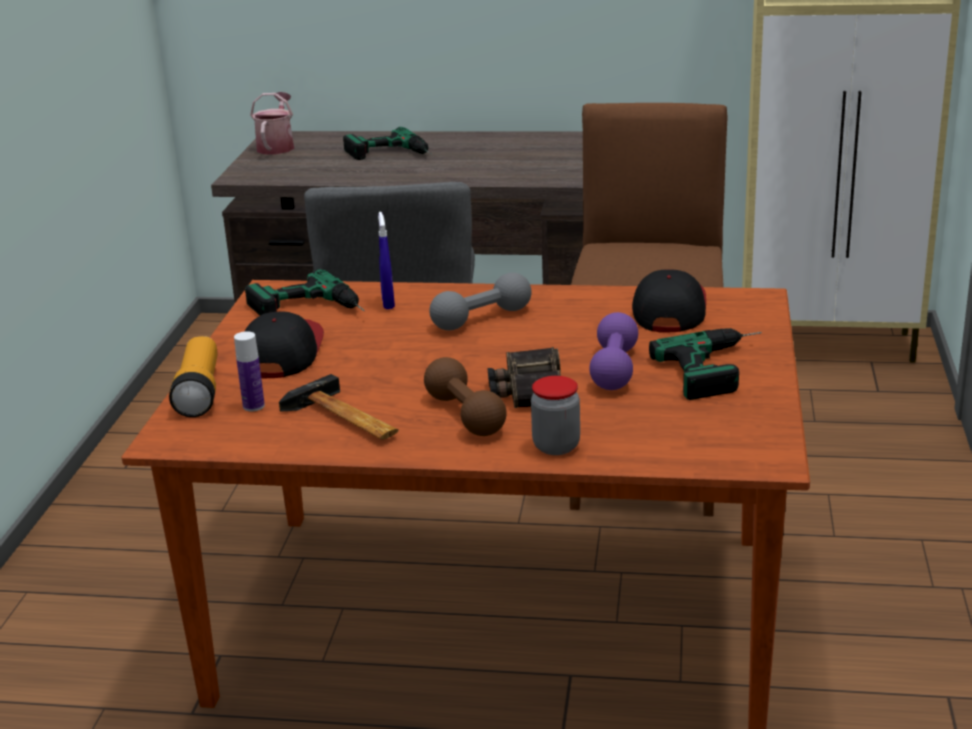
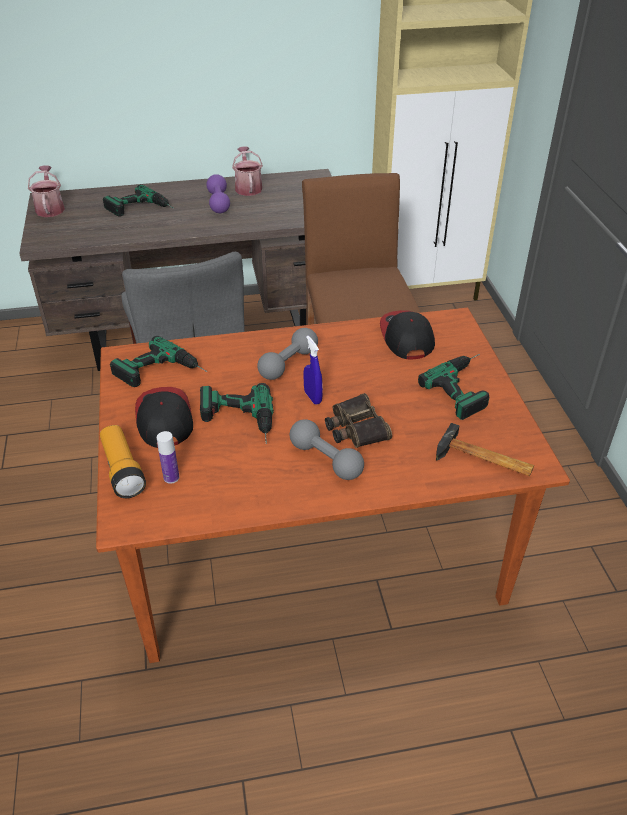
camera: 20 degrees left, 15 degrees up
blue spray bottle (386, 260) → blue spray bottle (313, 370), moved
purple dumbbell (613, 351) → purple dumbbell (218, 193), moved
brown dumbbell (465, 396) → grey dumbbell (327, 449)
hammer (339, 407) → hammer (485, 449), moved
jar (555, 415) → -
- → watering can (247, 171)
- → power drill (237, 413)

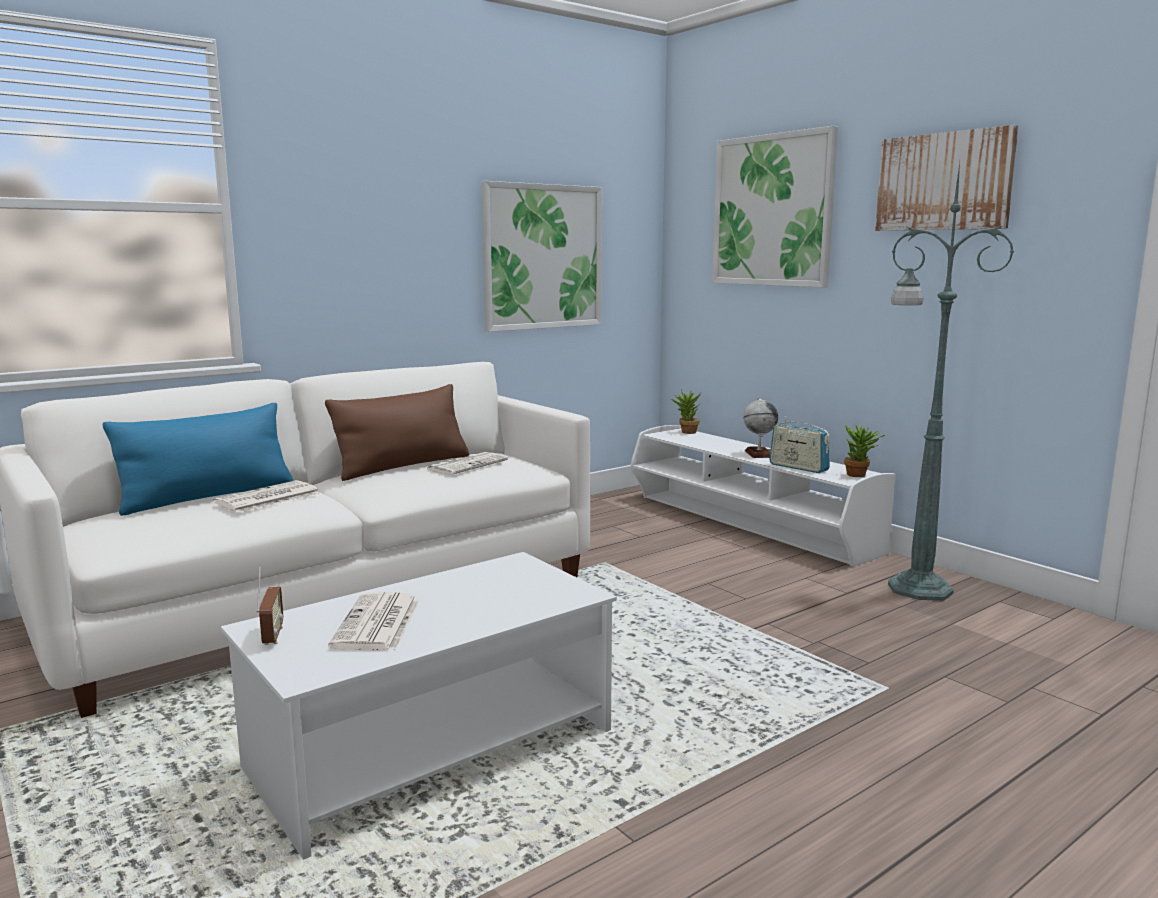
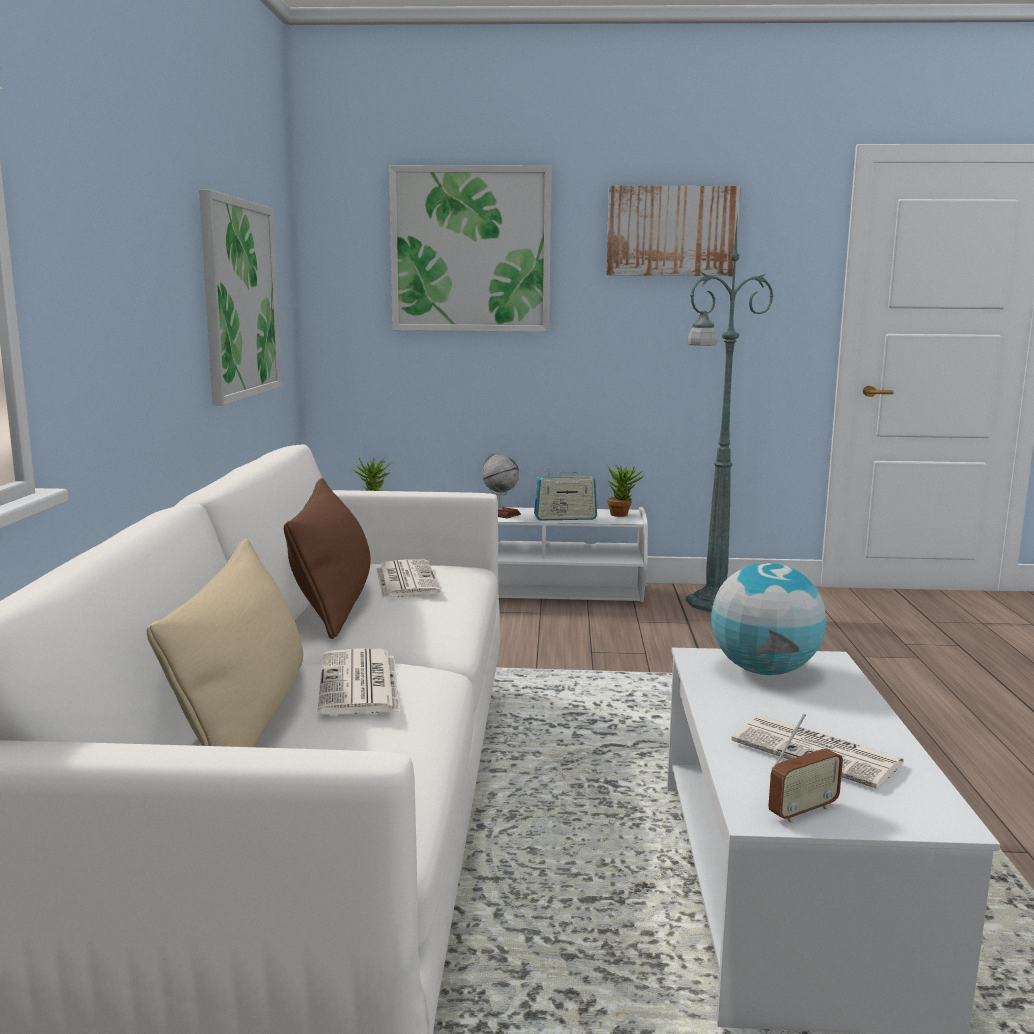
camera: 50 degrees left, 0 degrees up
blue pillow (198, 459) → beige pillow (224, 643)
radio (270, 605) → radio (805, 768), 120 degrees clockwise
- → globe (768, 619)

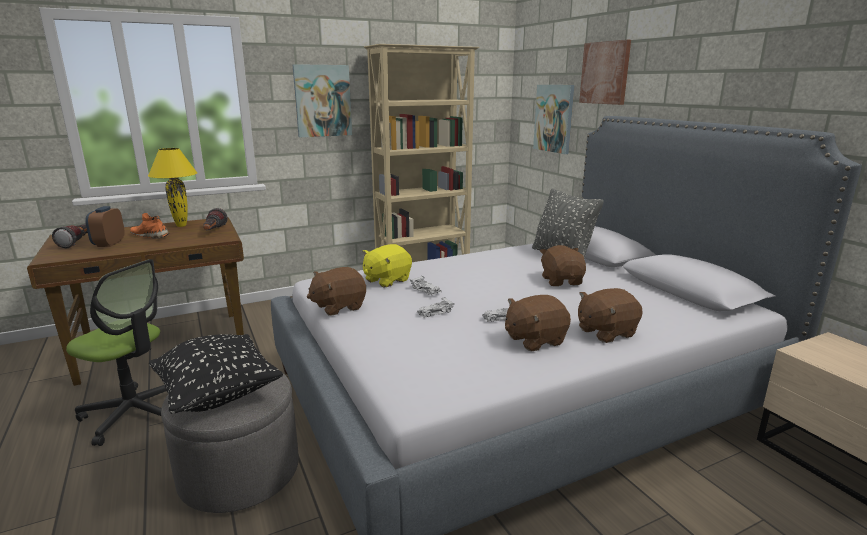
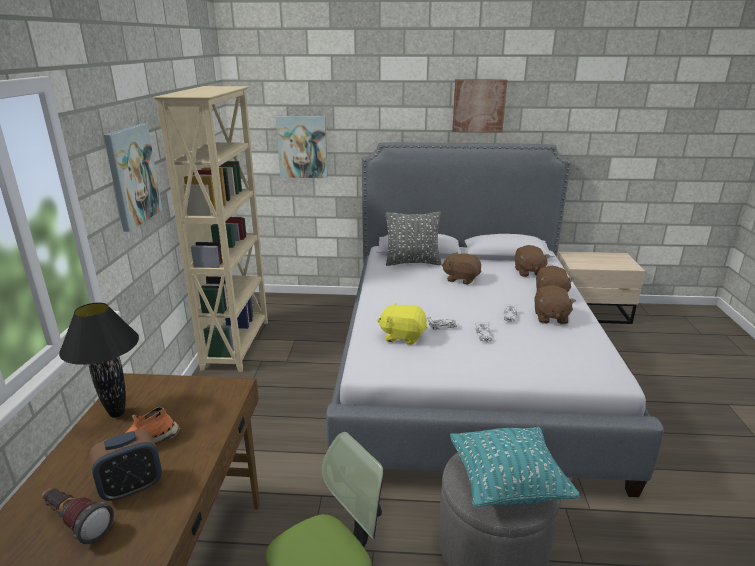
camera: 60 degrees left, 5 degrees up
picture (605, 72) → picture (479, 106), moved
yellow table lamp (172, 187) → black table lamp (99, 360)
alarm clock (105, 226) → alarm clock (125, 465), 60 degrees counterclockwise
flashlight (215, 219) → -
yellow plush toy (387, 265) → yellow plush toy (402, 323), 120 degrees clockwise
brown plush toy (336, 291) → brown plush toy (532, 261), moved
black pillow (216, 374) → turquoise pillow (514, 467)

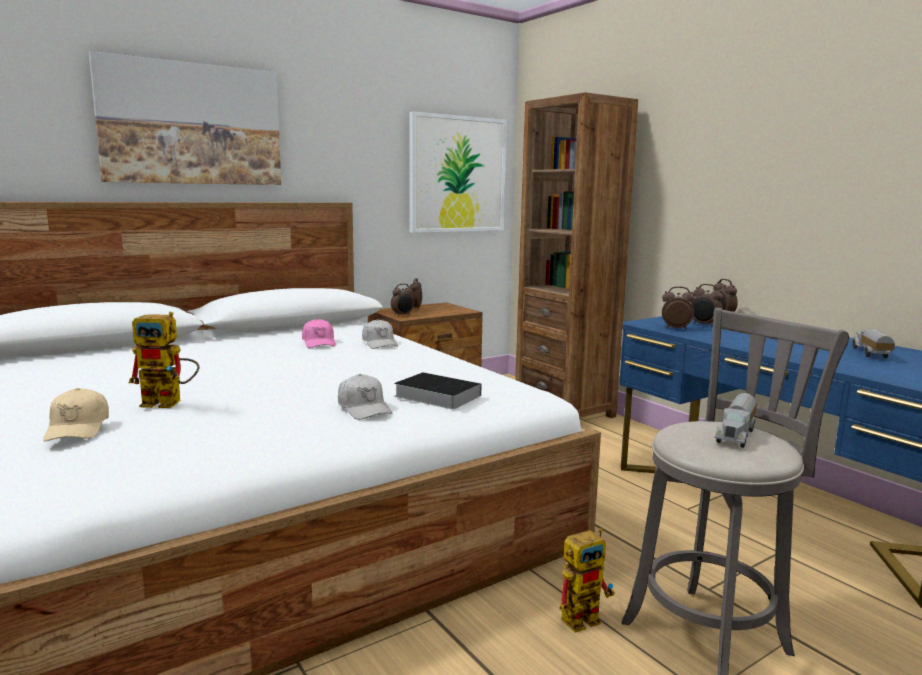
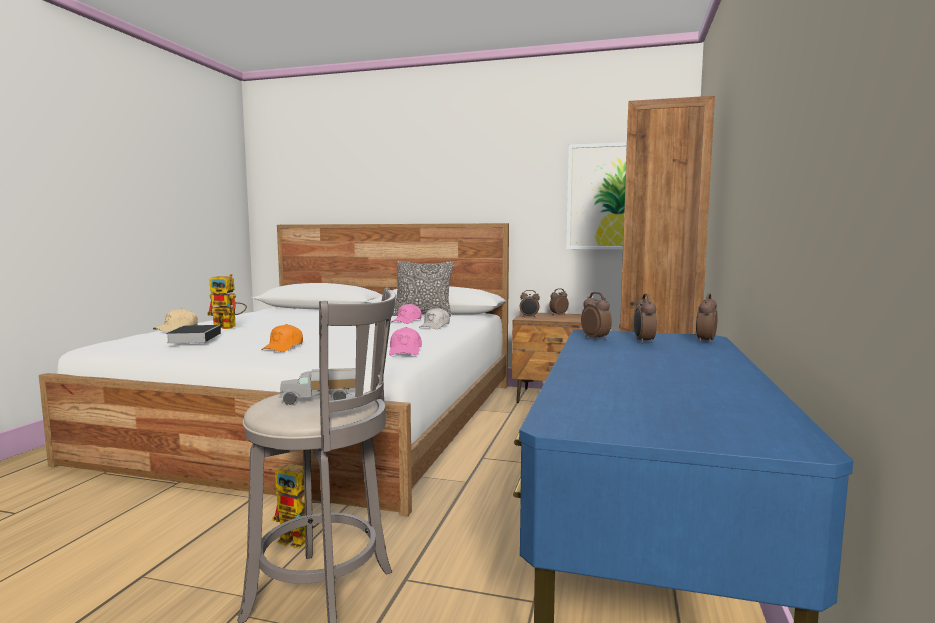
camera: 50 degrees right, 5 degrees down
picture (185, 118) → -
toy robot (164, 360) → toy robot (227, 301), 45 degrees counterclockwise
toy truck (873, 343) → -
book (437, 390) → book (193, 334), moved
white cap (365, 397) → orange cap (282, 338)
- → pillow (423, 289)
- → pink cap (405, 341)

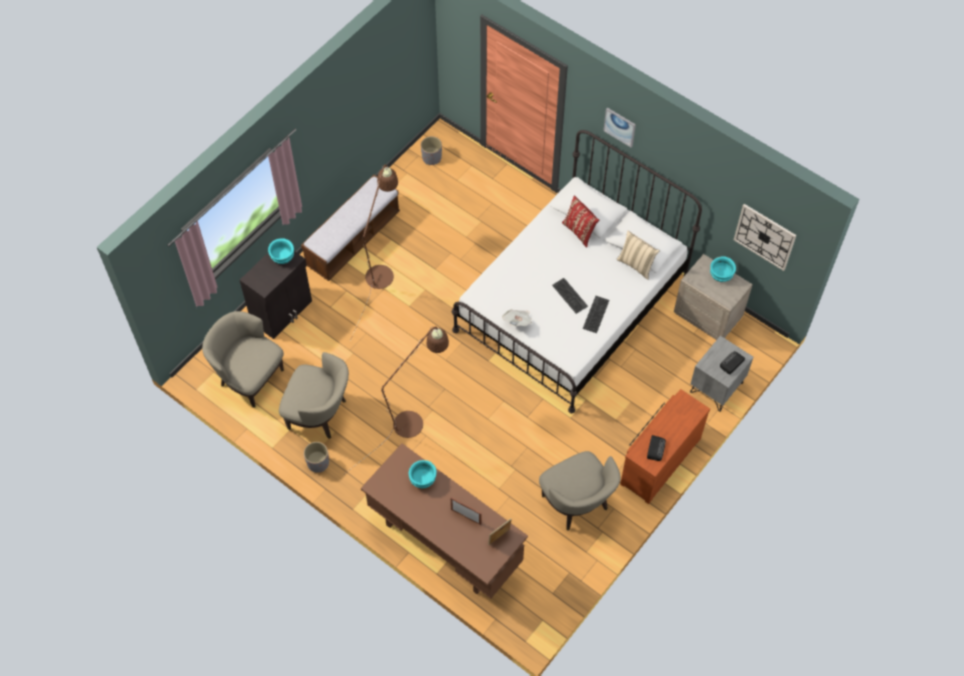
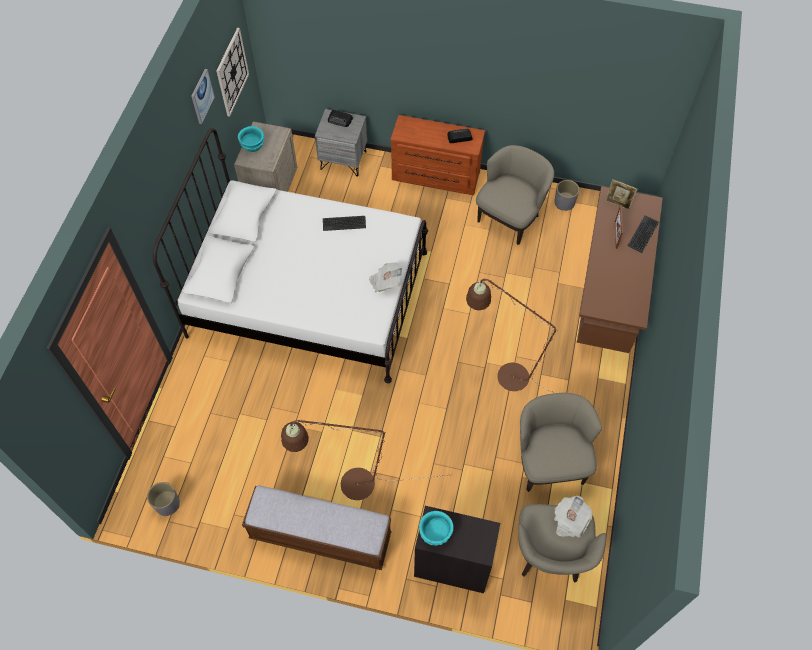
camera: 115 degrees left, 0 degrees up
picture (619, 127) → picture (203, 96), moved
red pillow (580, 221) → -
beige pillow (638, 255) → -
keyboard (570, 296) → keyboard (643, 234), moved
grey planter (316, 457) → grey planter (566, 195), moved
turquoise bowl (423, 474) → -
- → newspaper (573, 516)

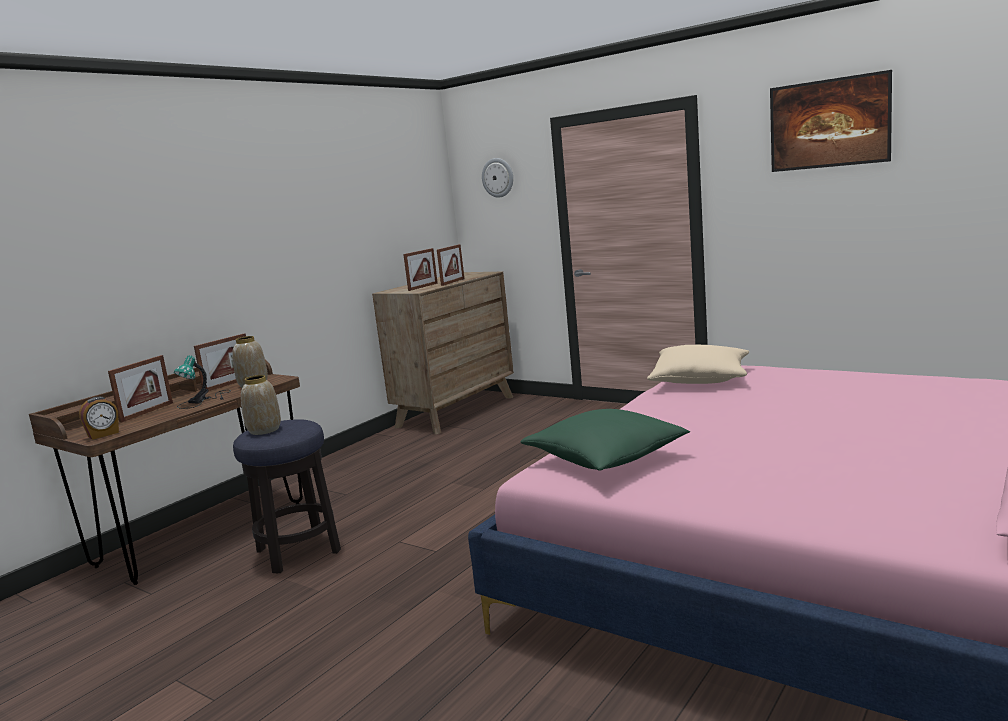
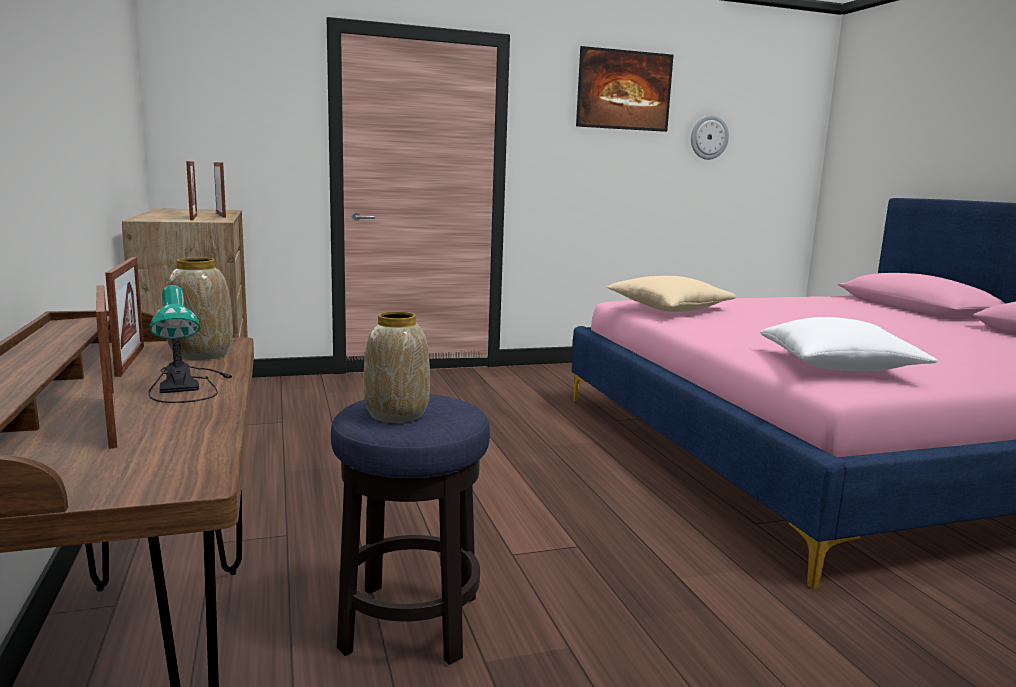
camera: 55 degrees left, 0 degrees up
wall clock (497, 178) → wall clock (710, 137), moved
alarm clock (99, 418) → -
green pillow (605, 440) → white pillow (849, 344)

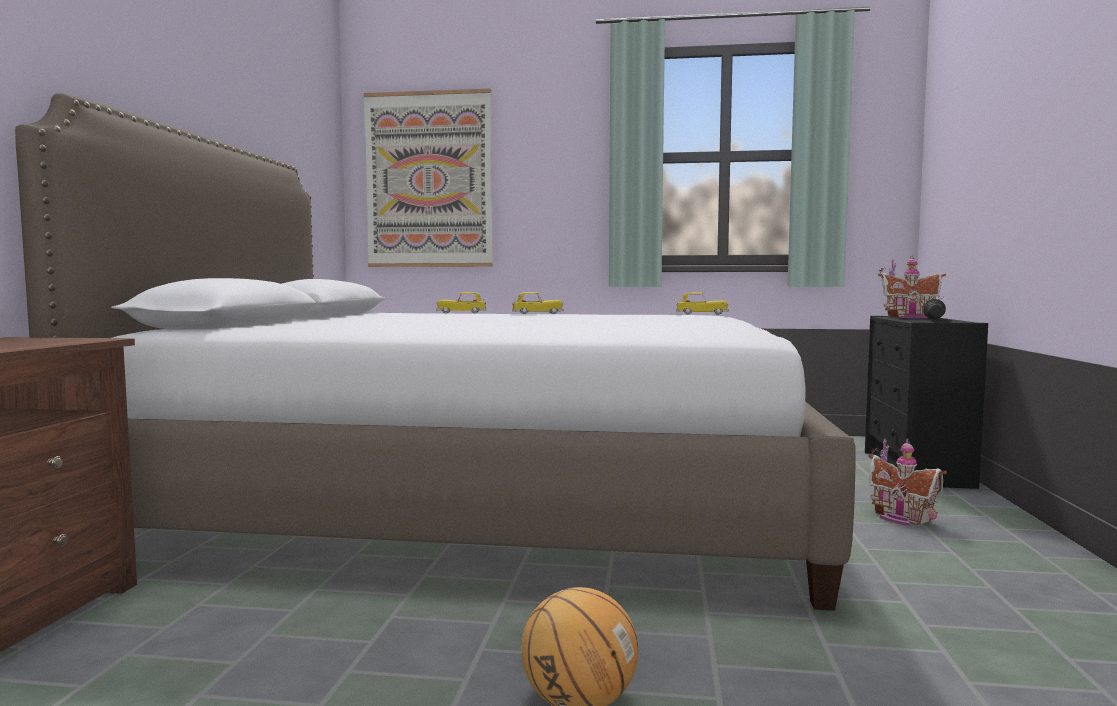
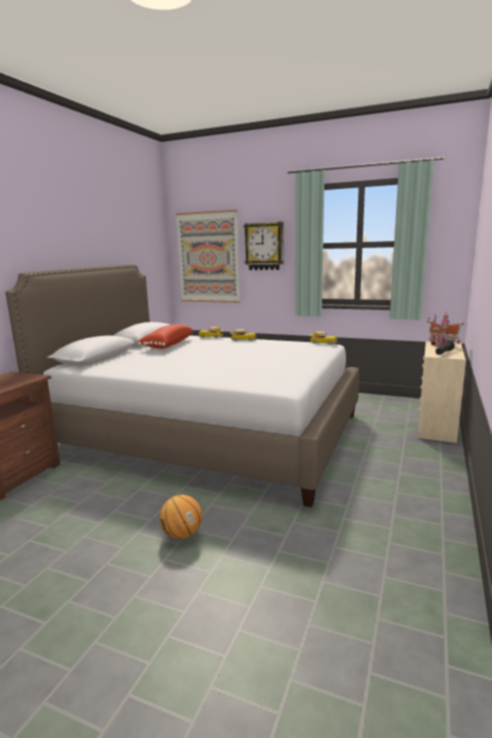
camera: 15 degrees right, 10 degrees up
black dresser (926, 402) → beige dresser (442, 392)
toy house (907, 482) → -
- → wall clock (264, 246)
- → red pillow (166, 336)

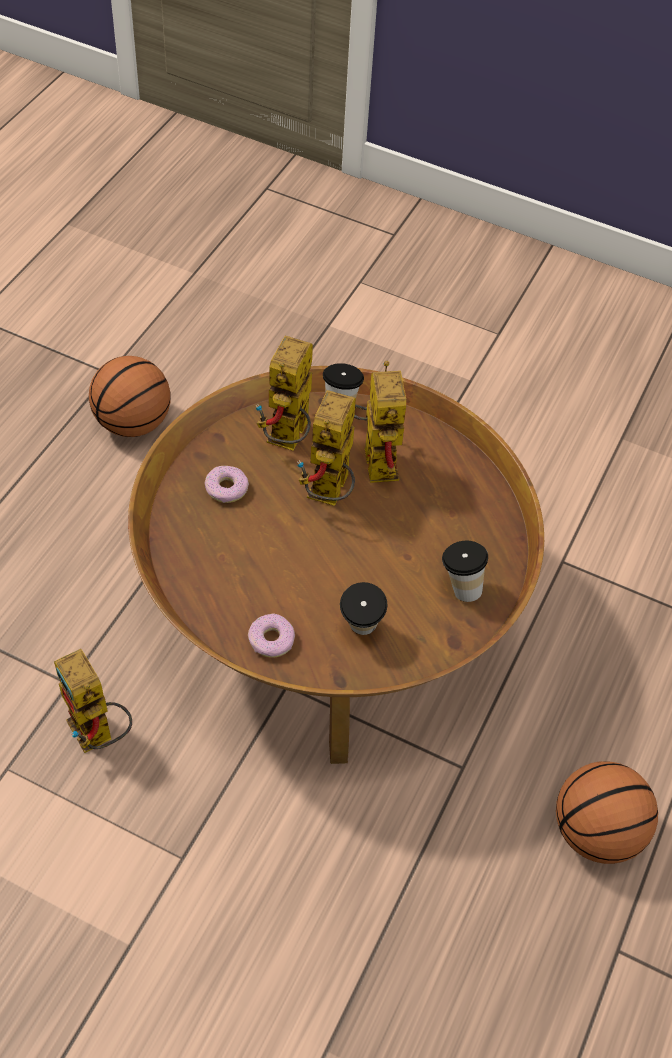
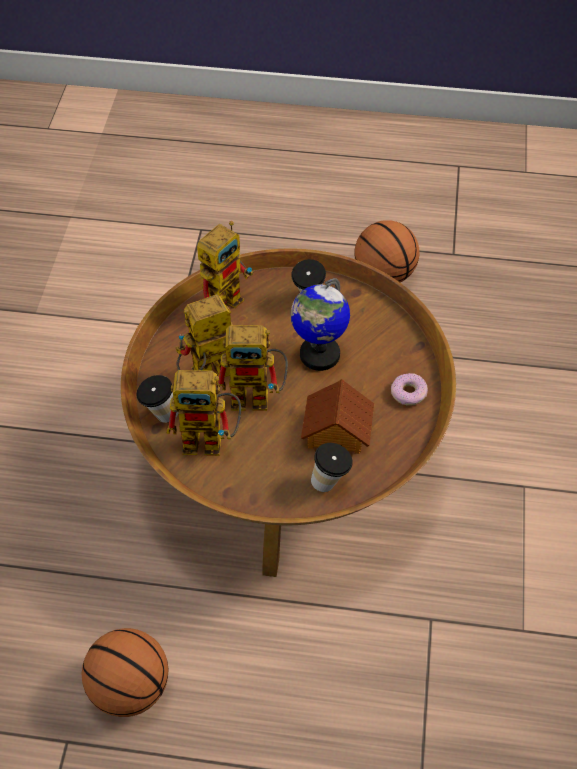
camera: 105 degrees left, 0 degrees up
donut (226, 484) → -
cup (364, 608) → cup (332, 467), moved
toy robot (93, 701) → toy robot (225, 267), moved
- → globe (320, 324)
- → toy house (337, 416)

